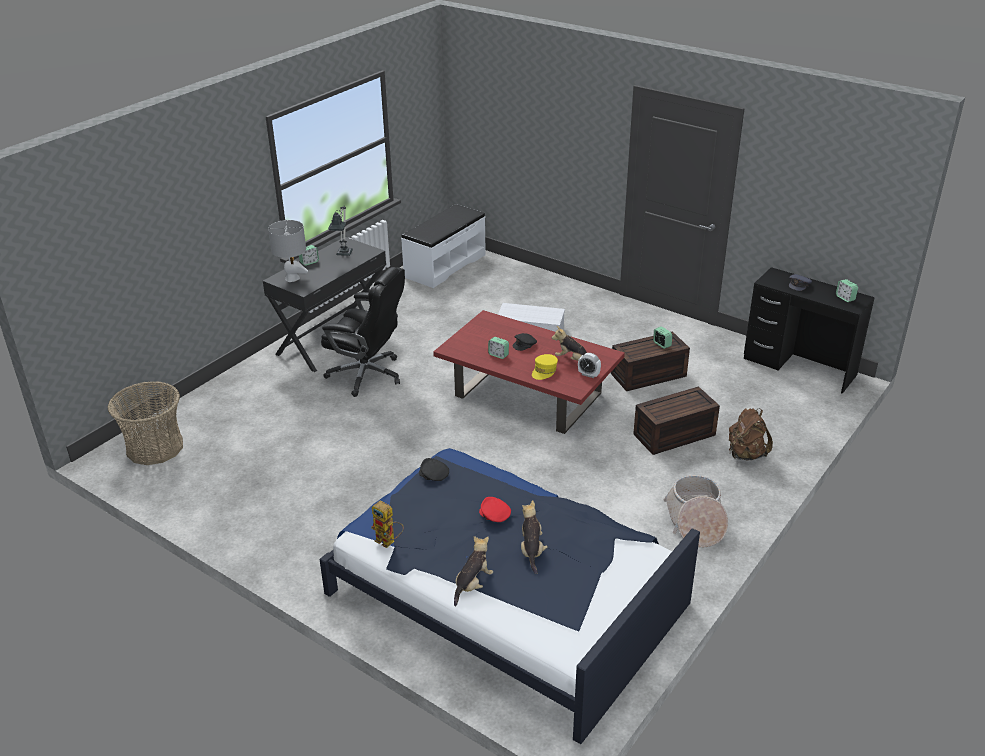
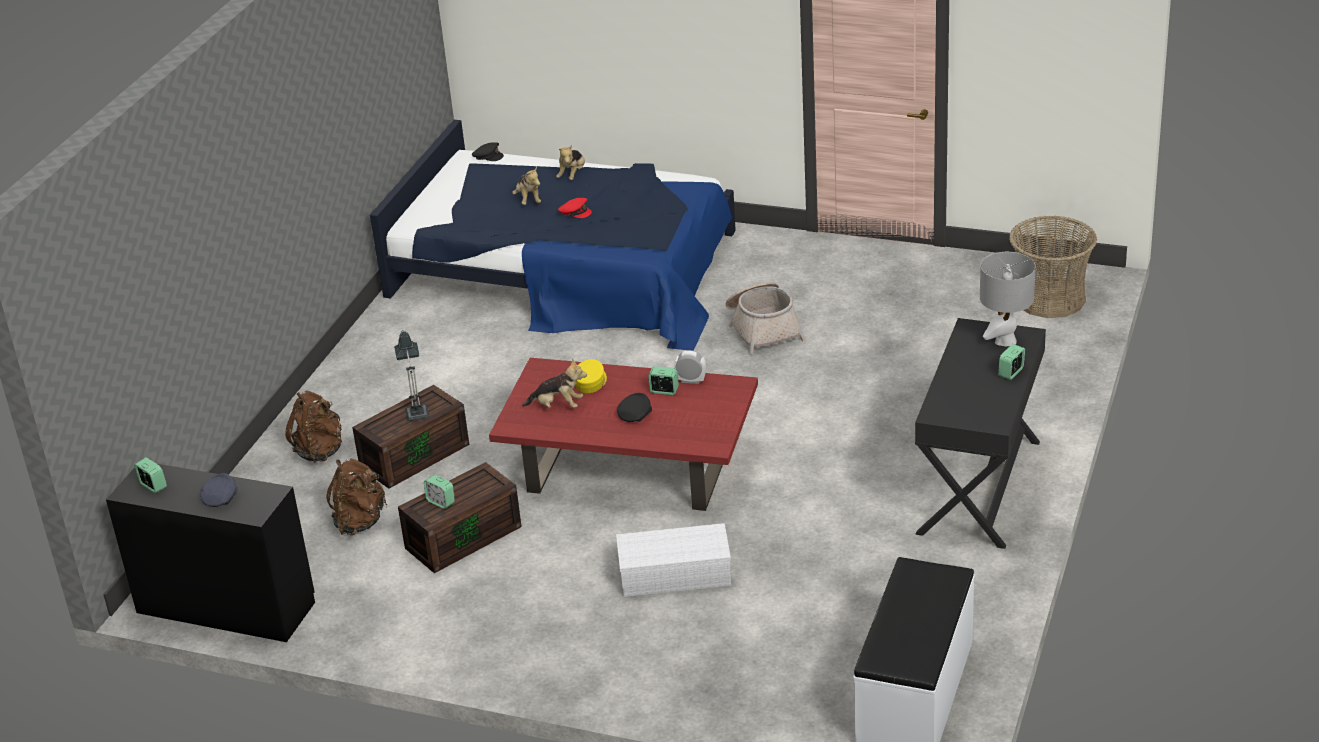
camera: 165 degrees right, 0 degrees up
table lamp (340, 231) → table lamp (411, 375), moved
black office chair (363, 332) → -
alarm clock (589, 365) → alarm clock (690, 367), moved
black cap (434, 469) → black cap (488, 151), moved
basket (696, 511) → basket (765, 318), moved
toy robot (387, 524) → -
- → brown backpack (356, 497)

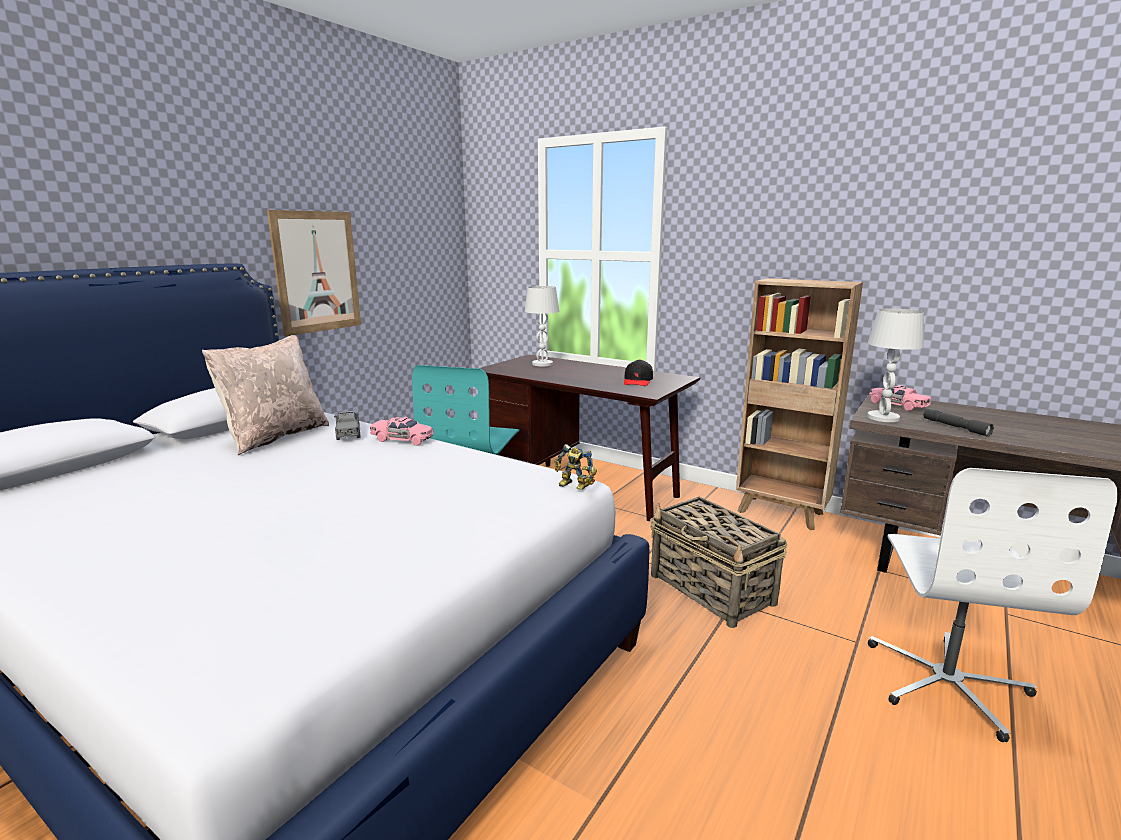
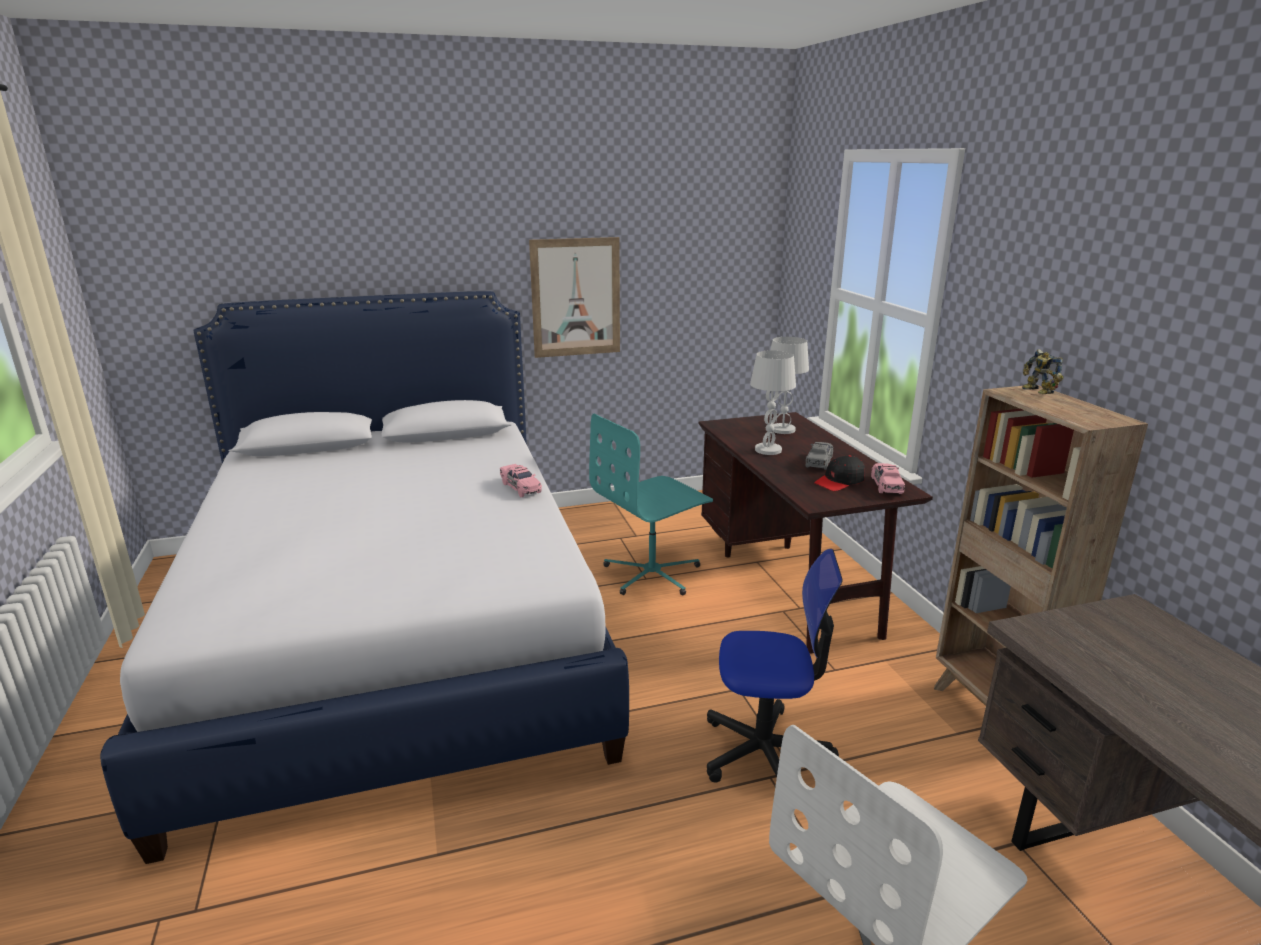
camera: 40 degrees right, 5 degrees up
white table lamp (895, 365) → white table lamp (773, 402), moved
beige pillow (265, 395) → -
pink toy car (900, 398) → pink toy car (888, 478), moved
grey flashlight (959, 423) → -
grey toy car (347, 425) → grey toy car (820, 456), moved
toy robot (575, 467) → toy robot (1043, 371), moved
basket (718, 562) → office chair (775, 666)

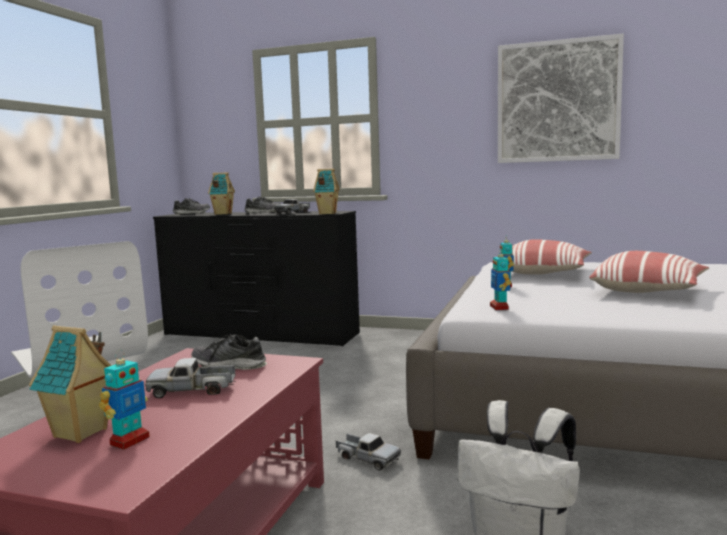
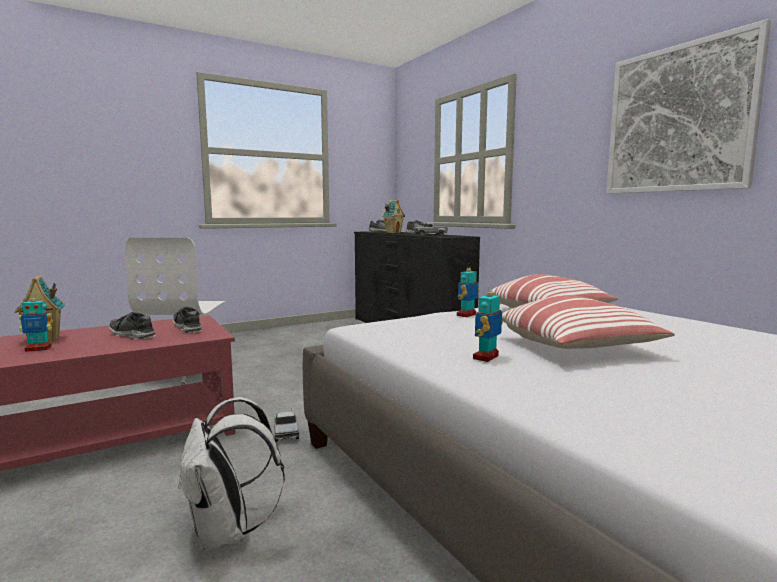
camera: 40 degrees right, 0 degrees up
toy house (326, 191) → -
toy robot (500, 280) → toy robot (488, 323), moved
toy truck (190, 378) → shoe (132, 325)

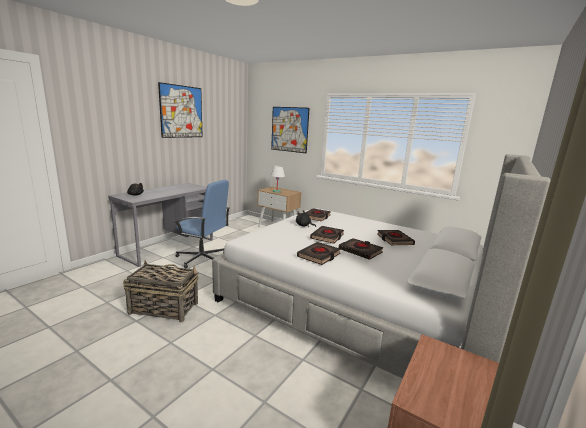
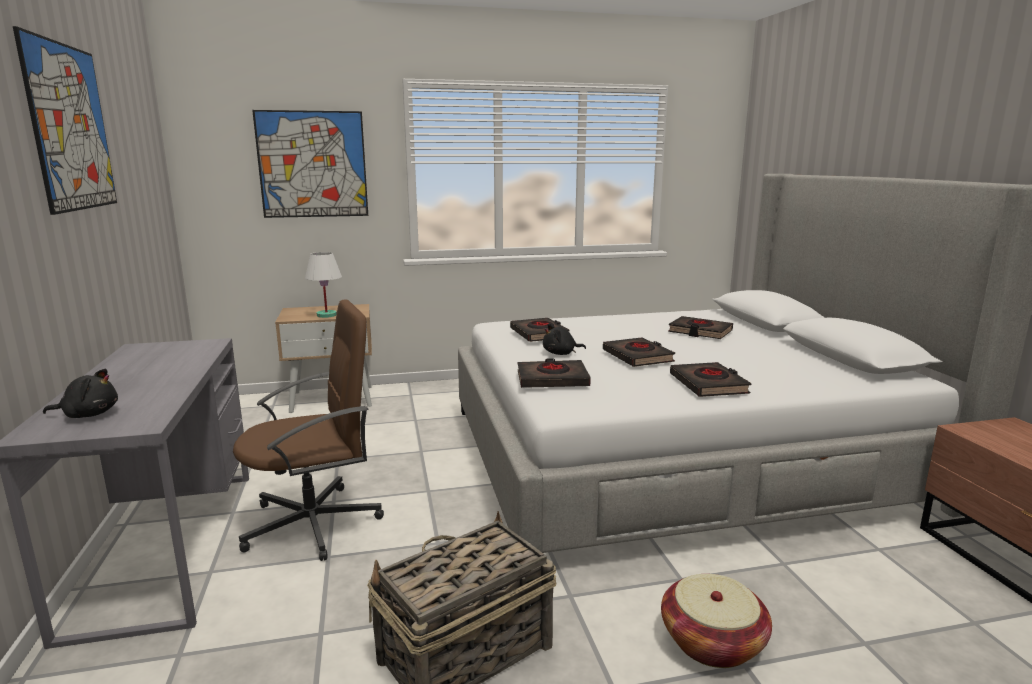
camera: 45 degrees left, 0 degrees up
blue office chair (202, 224) → brown office chair (308, 430)
black book (361, 249) → black book (554, 373), moved
- → basket (716, 621)

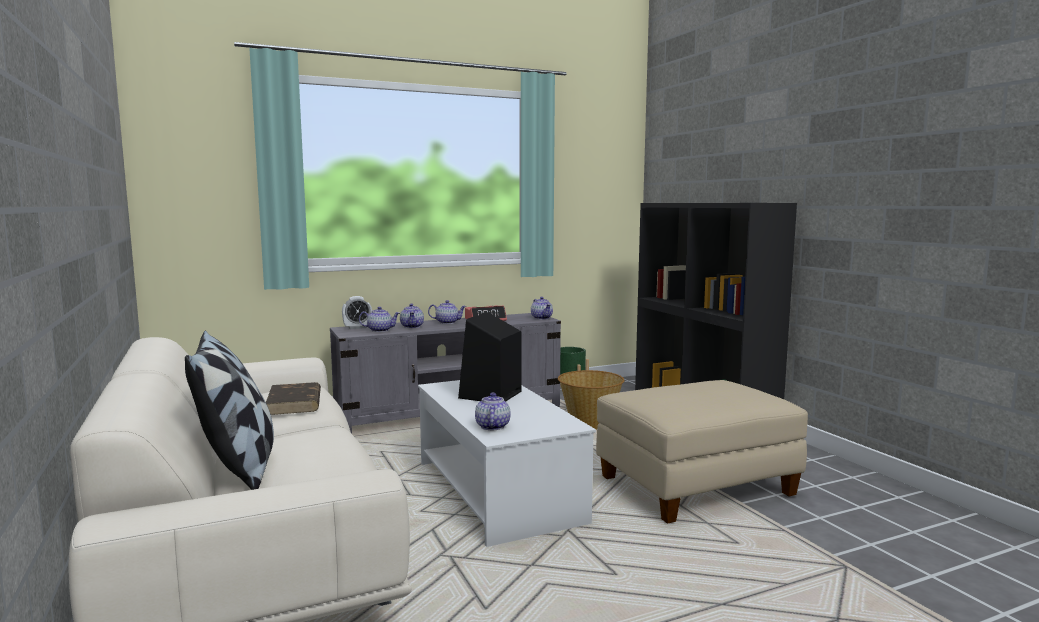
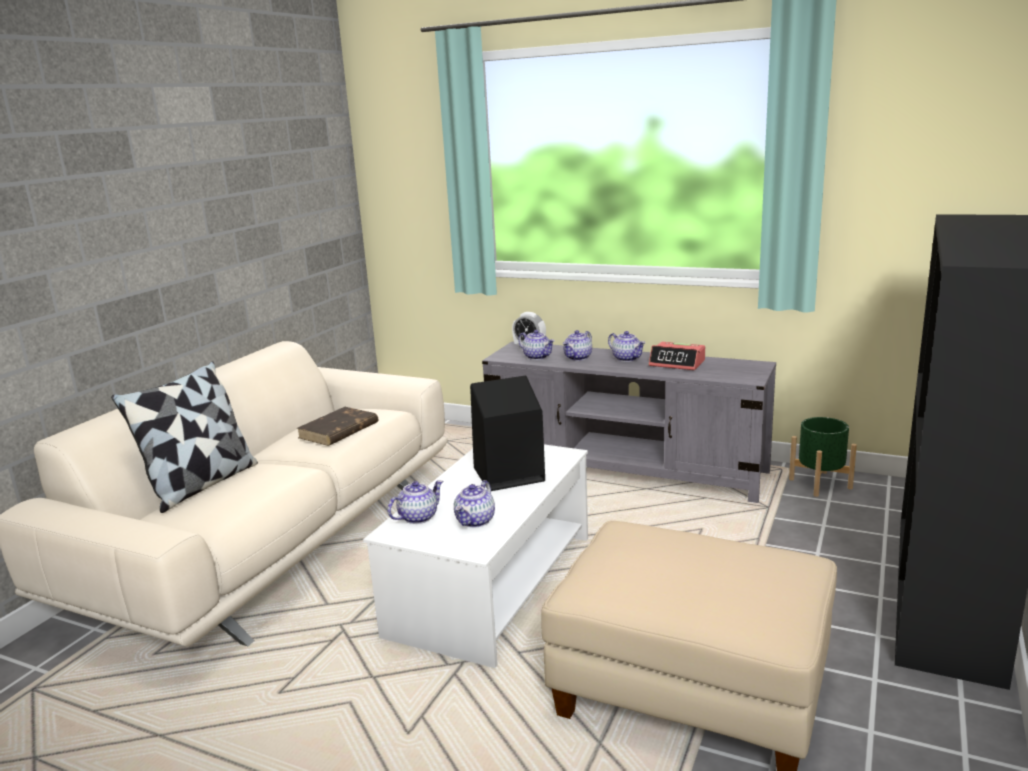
camera: 50 degrees right, 10 degrees up
teapot (542, 308) → teapot (474, 503), moved
basket (591, 400) → -

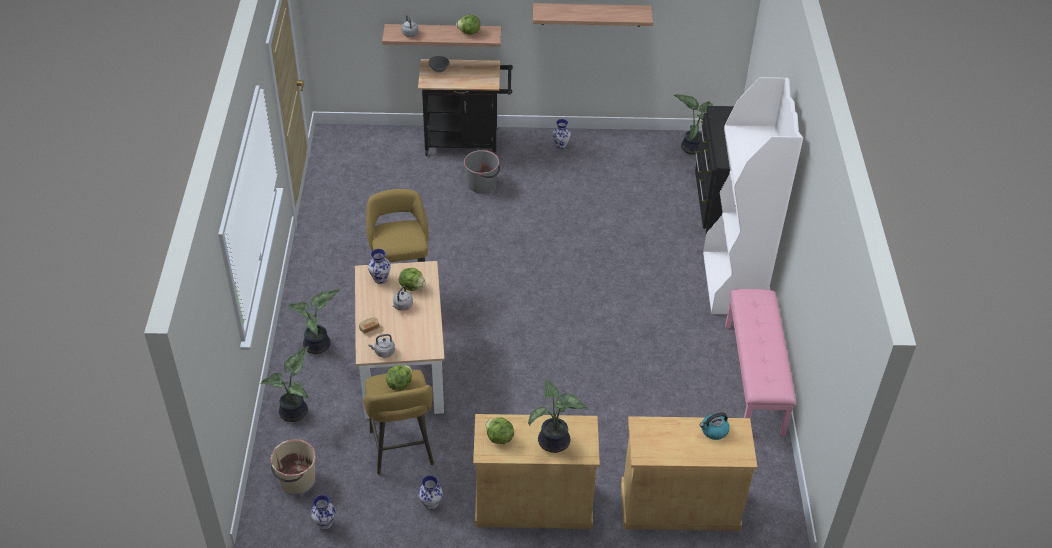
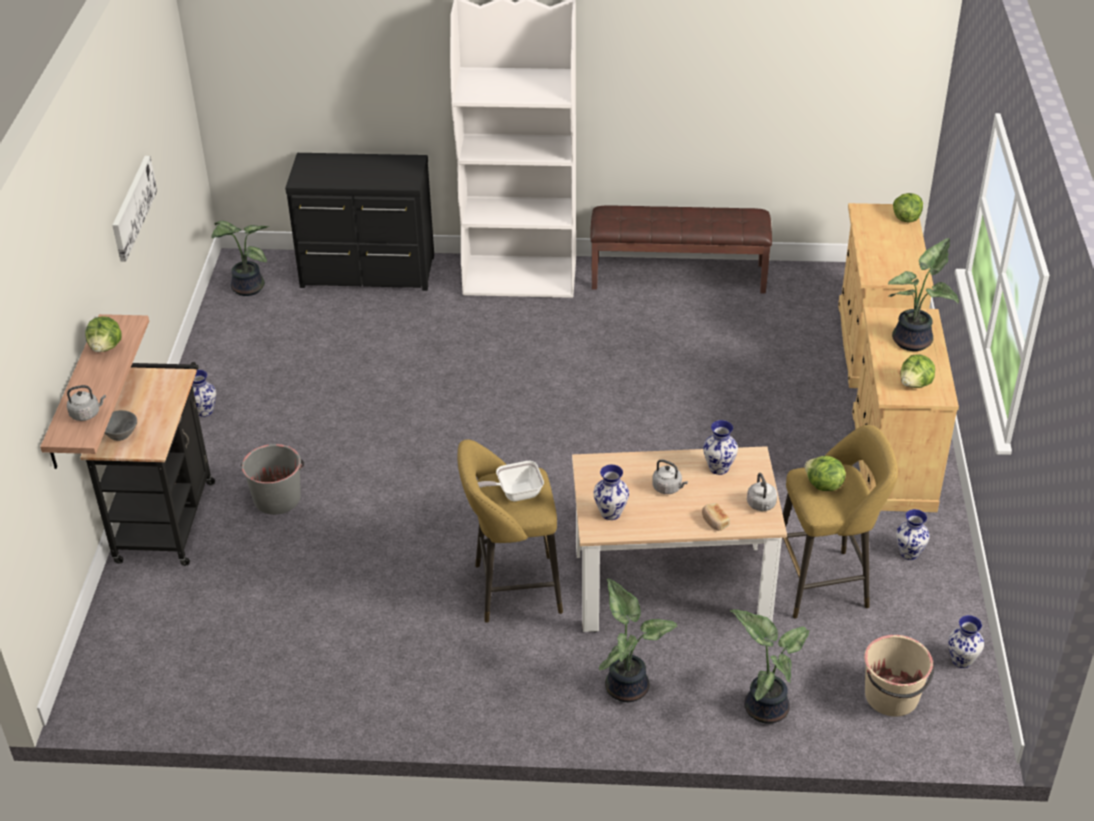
camera: 85 degrees left, 5 degrees down
shelf (593, 15) → picture (134, 208)
lettuce (412, 279) → lettuce (908, 207), moved
pink bench (760, 362) → brown bench (681, 249)
kettle (715, 426) → -
- → vase (720, 447)
- → frying pan (511, 481)

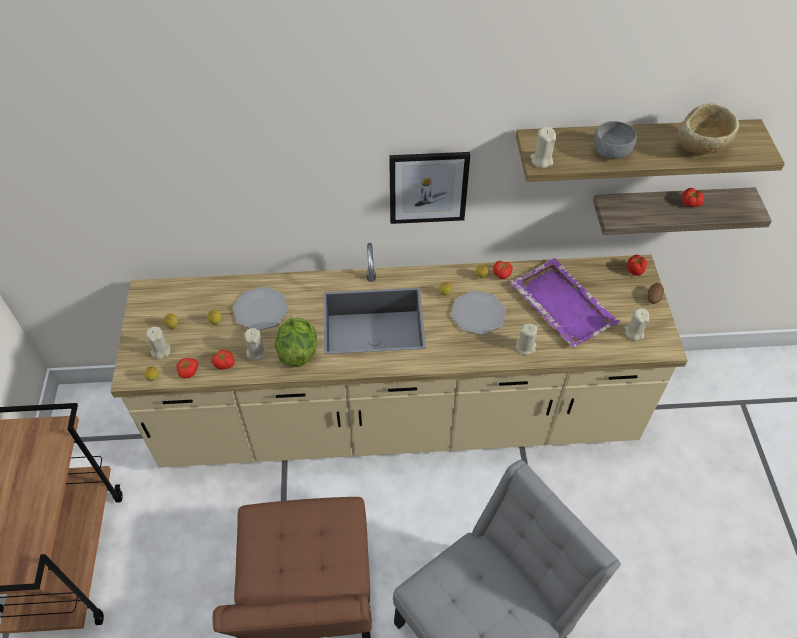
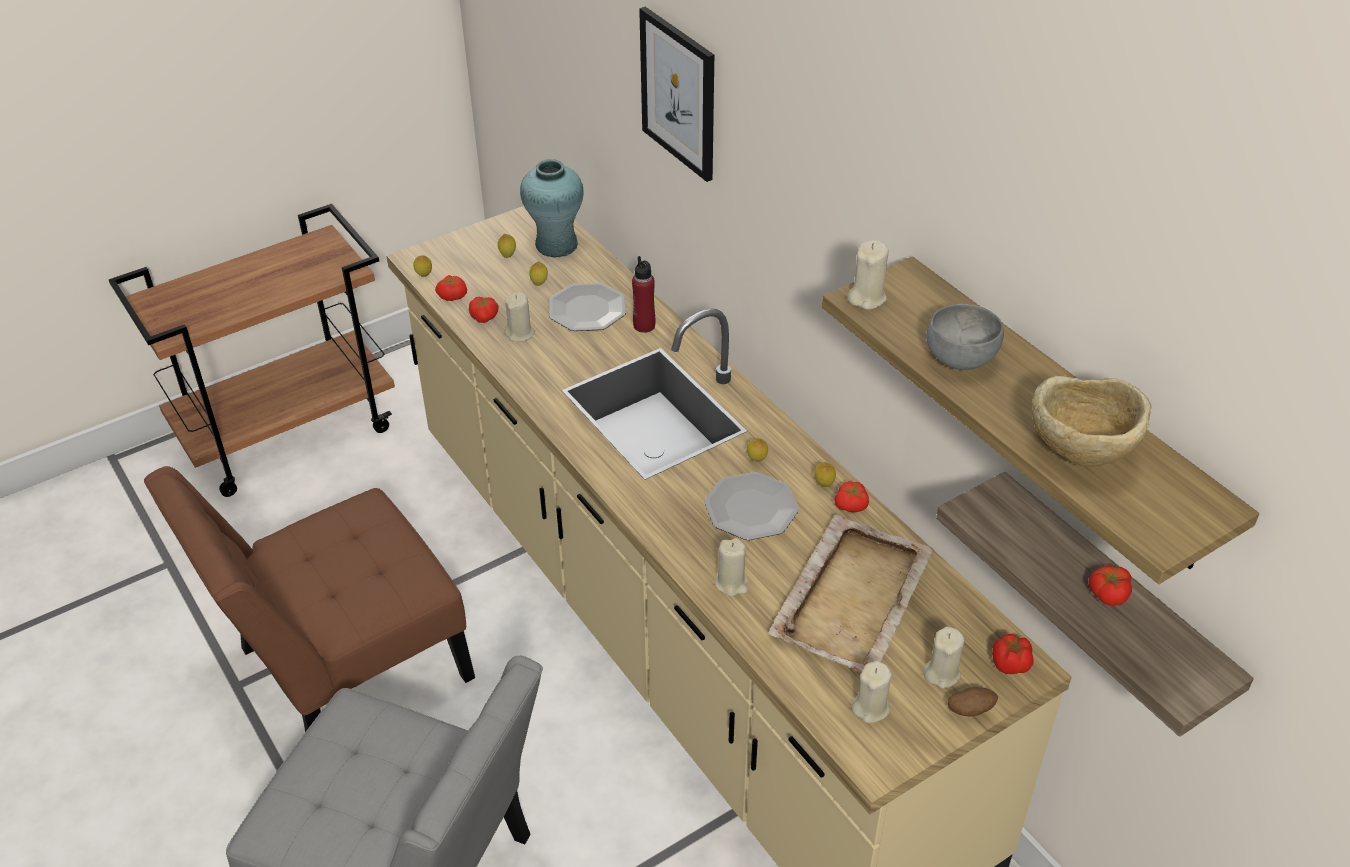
camera: 60 degrees right, 10 degrees down
picture (429, 188) → picture (676, 94), moved
purple tray (565, 302) → beige tray (850, 593)
lettuce (296, 341) → -
beige candle (158, 343) → beige candle (943, 658), moved
- → turquoise vase (552, 208)
- → red bottle (643, 294)

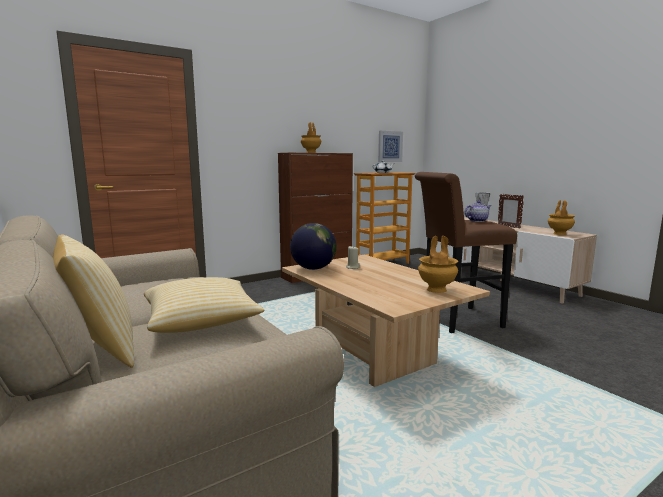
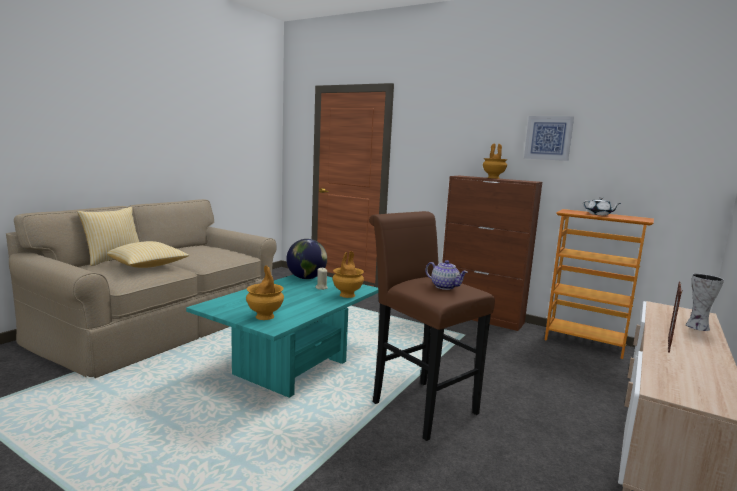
camera: 65 degrees right, 0 degrees up
picture (390, 146) → picture (549, 138), moved
brown vase (561, 217) → brown vase (348, 274), moved
beige coffee table (386, 321) → turquoise coffee table (282, 336)

